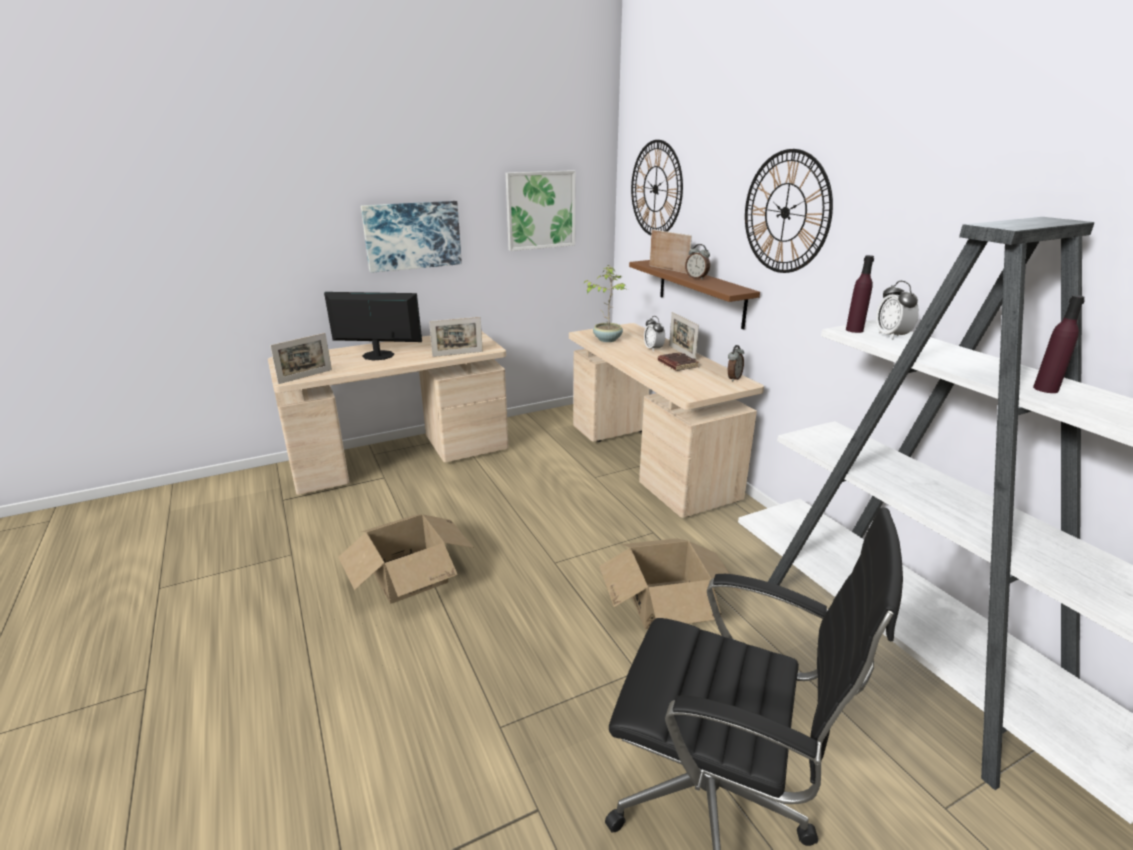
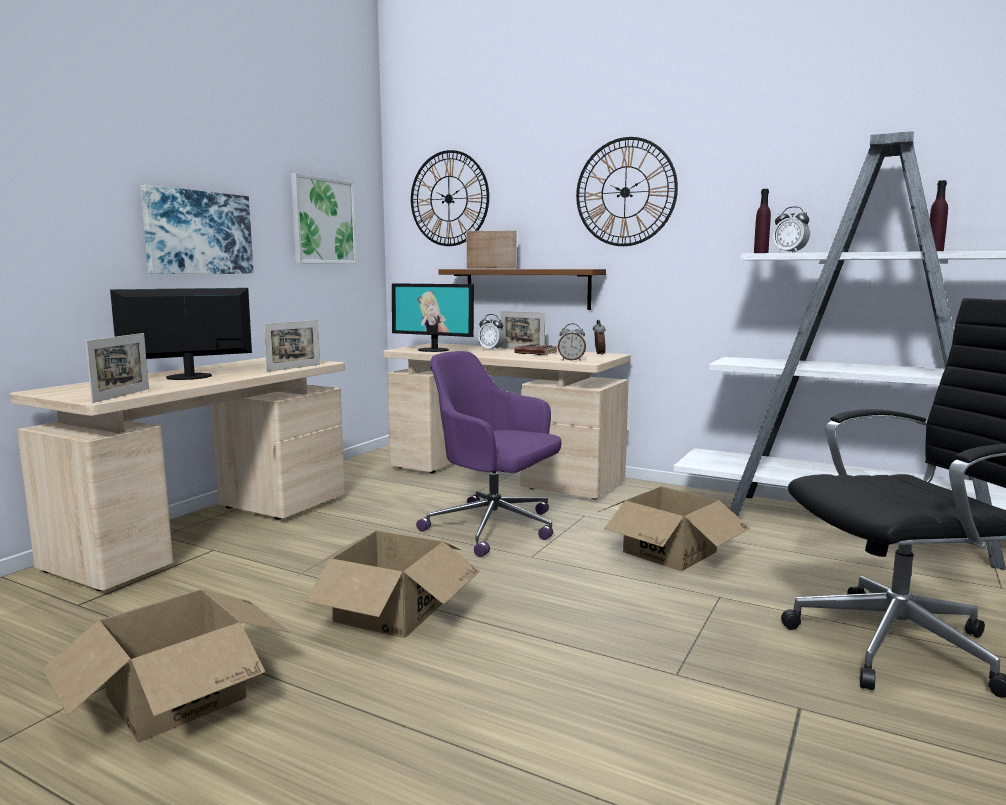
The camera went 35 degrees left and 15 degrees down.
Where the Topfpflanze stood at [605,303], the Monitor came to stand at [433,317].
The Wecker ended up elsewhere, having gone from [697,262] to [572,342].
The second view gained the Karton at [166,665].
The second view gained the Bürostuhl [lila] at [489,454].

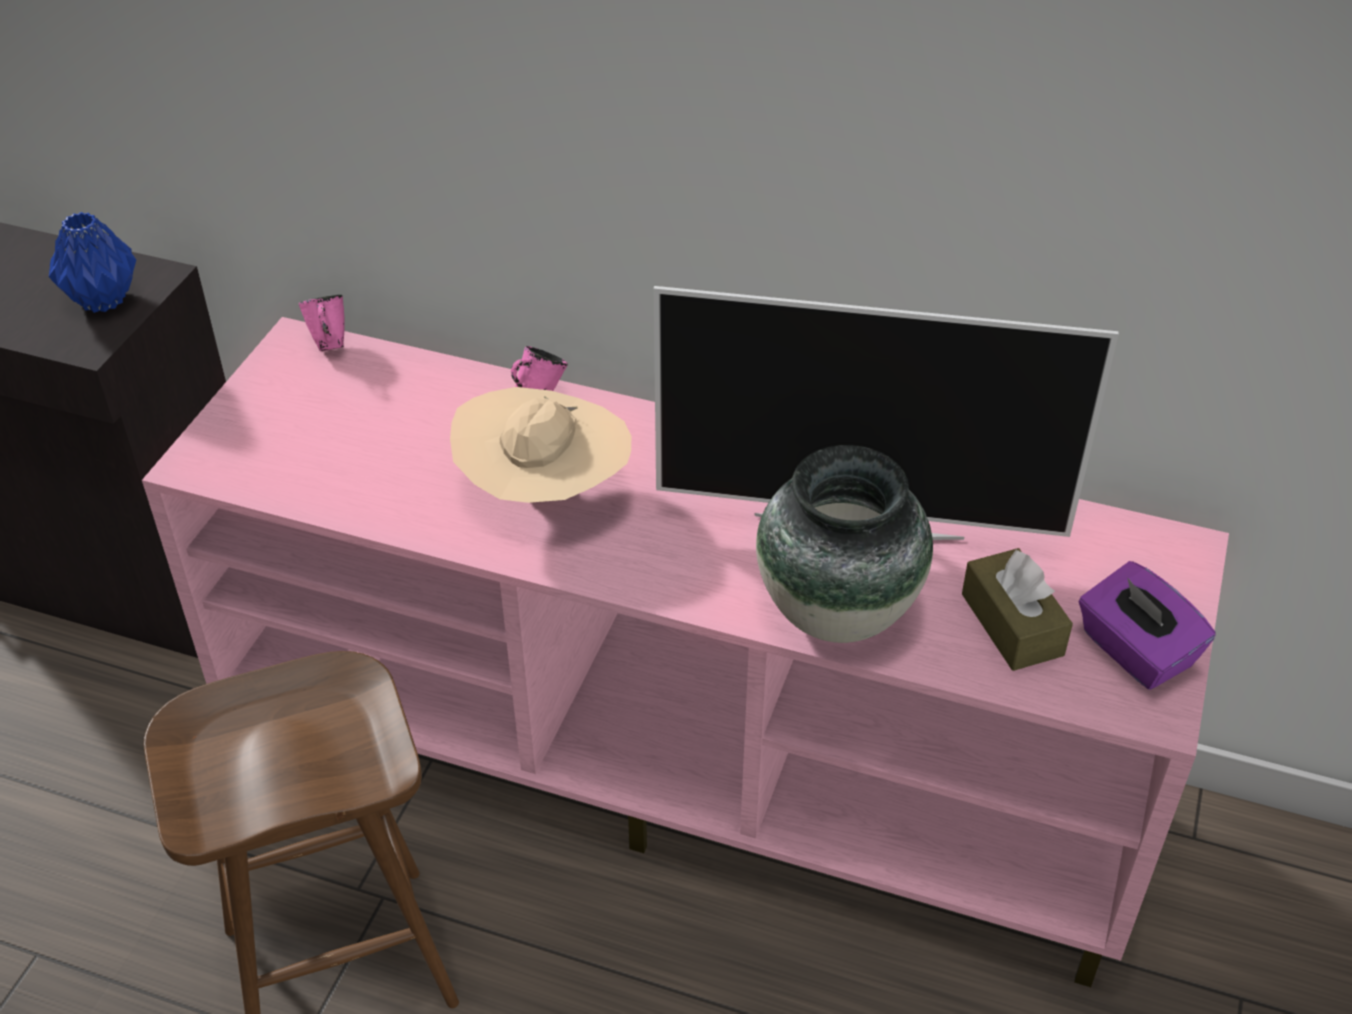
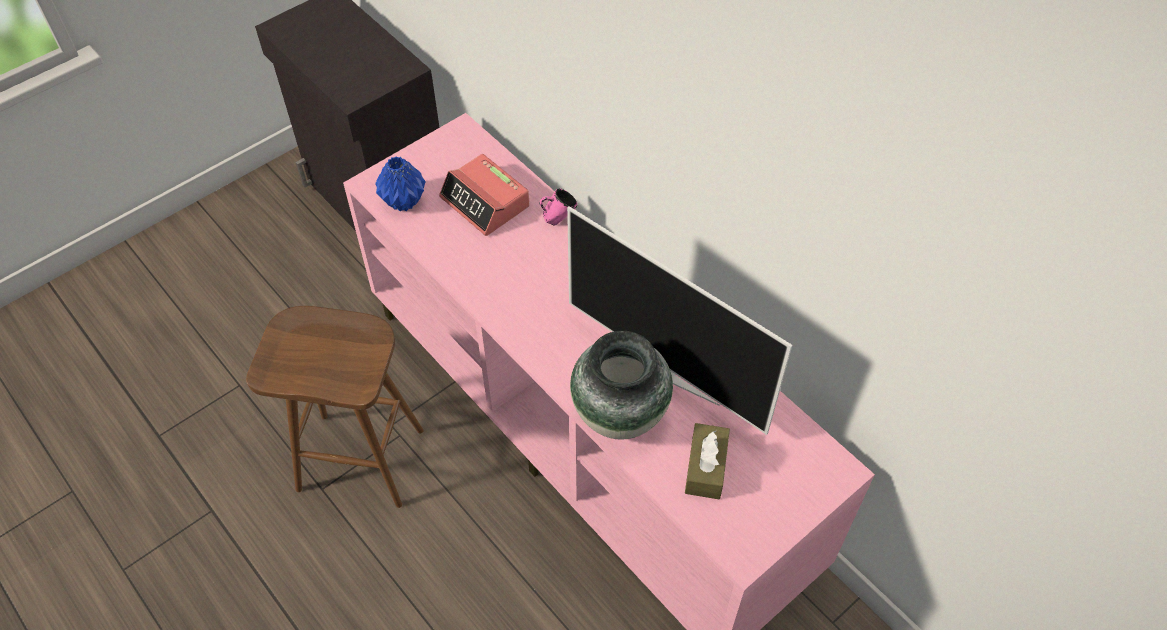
The camera went 30 degrees right and 10 degrees up.
The Vase [blau] ended up elsewhere, having gone from [92,262] to [400,183].
The second view lost the Henkelbecher [rosa] at [322,323].
The second view lost the Hut [beige] at [540,445].
The second view lost the Taschentuchbox [lila] at [1147,625].
The second view gained the Wecker at [484,195].

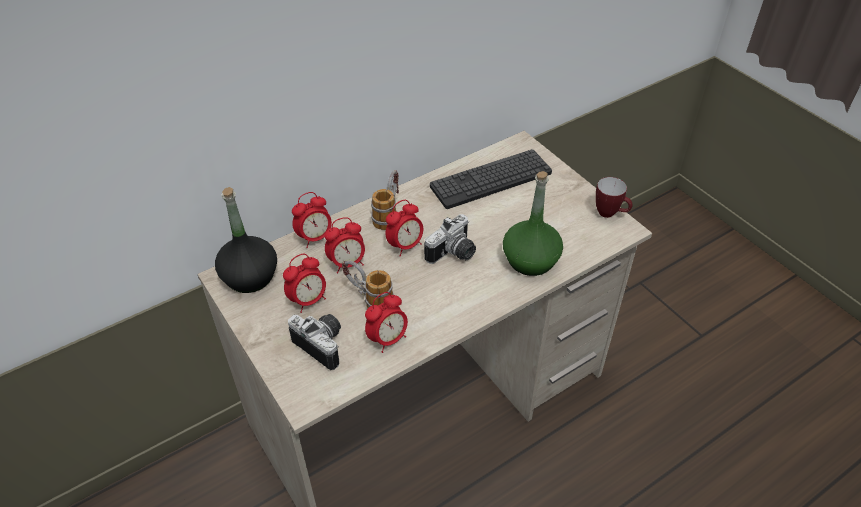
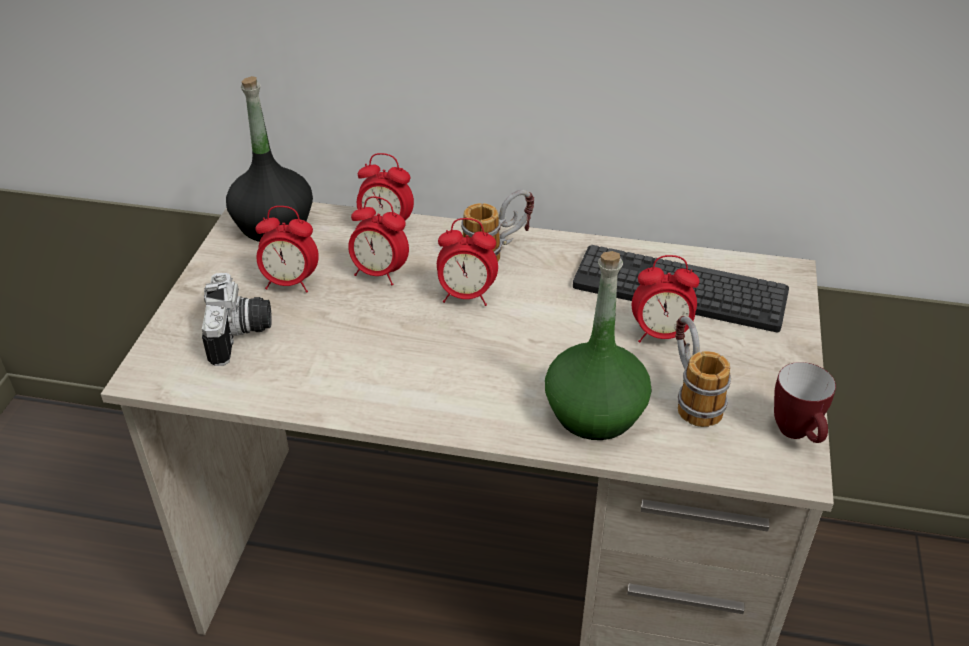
The camera went 45 degrees right and 5 degrees down.
The Henkelbecher ended up elsewhere, having gone from [368,284] to [703,371].
The Wecker ended up elsewhere, having gone from [386,322] to [666,299].
The second view lost the Kamera at [450,239].

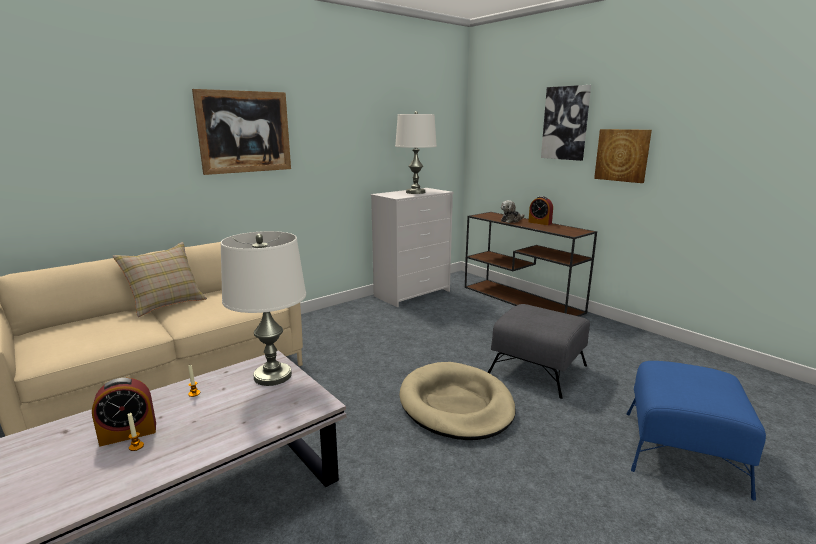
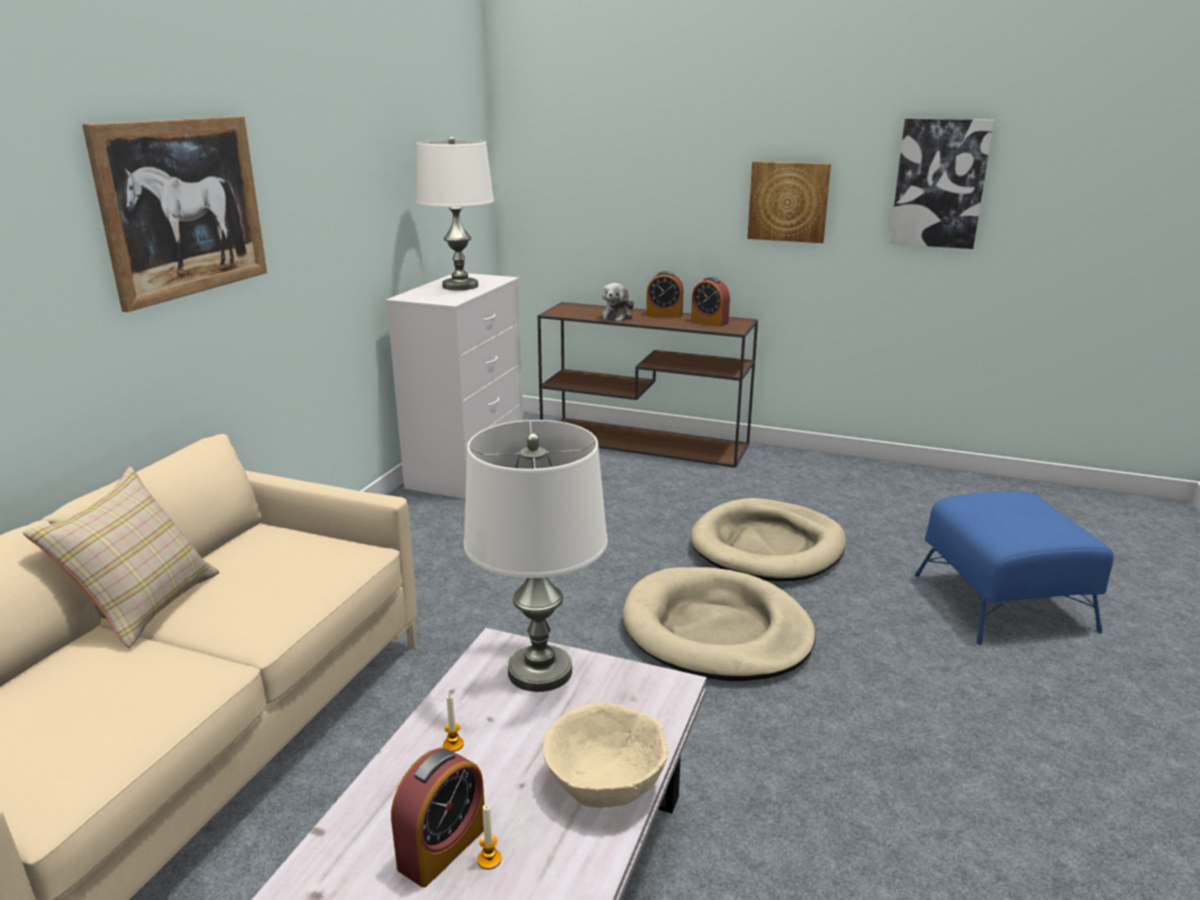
The camera went 30 degrees left and 5 degrees up.
Where the Polsterhocker [grau] stood at [539,351], the Hundebett [beige] came to stand at [768,540].
The Bild ended up elsewhere, having gone from [566,123] to [941,183].
The second view gained the Schüssel [beige] at [605,755].
The second view gained the Wecker at [710,302].

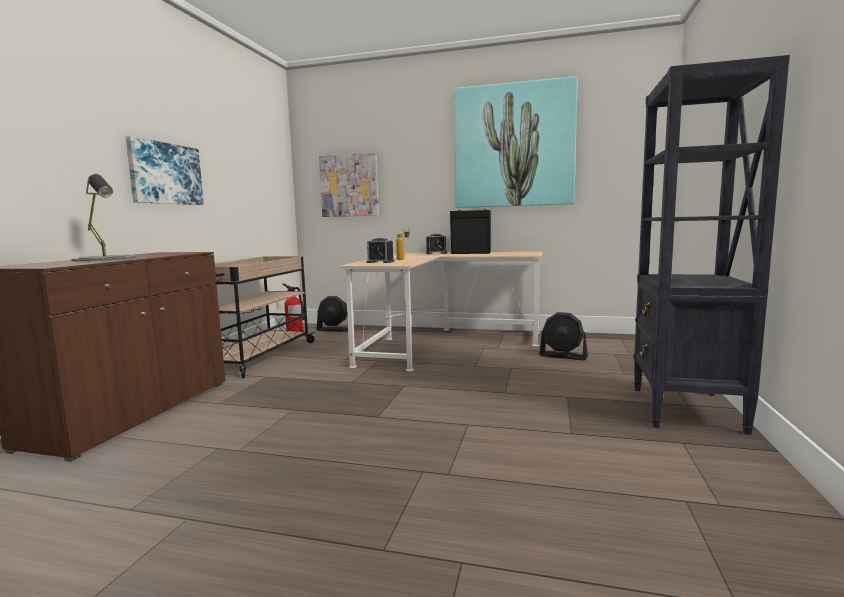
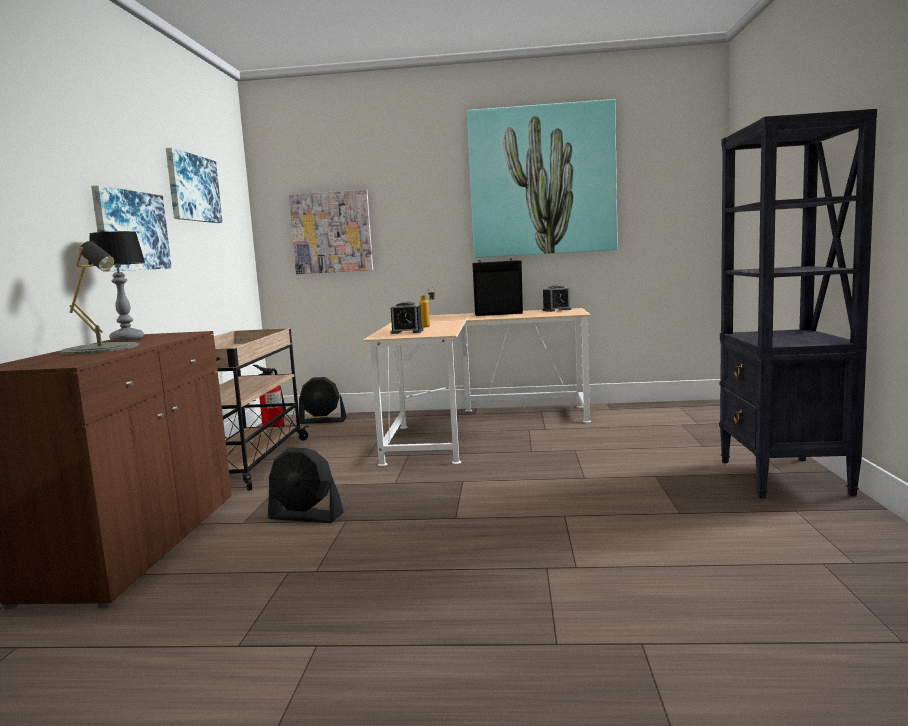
The camera went 10 degrees left and 0 degrees up.
The Wecker ended up elsewhere, having gone from [436,244] to [556,299].
The Ventilator [schwarz] ended up elsewhere, having gone from [563,336] to [305,485].
The second view gained the Tischlampe at [116,286].
The second view gained the Bild at [194,185].

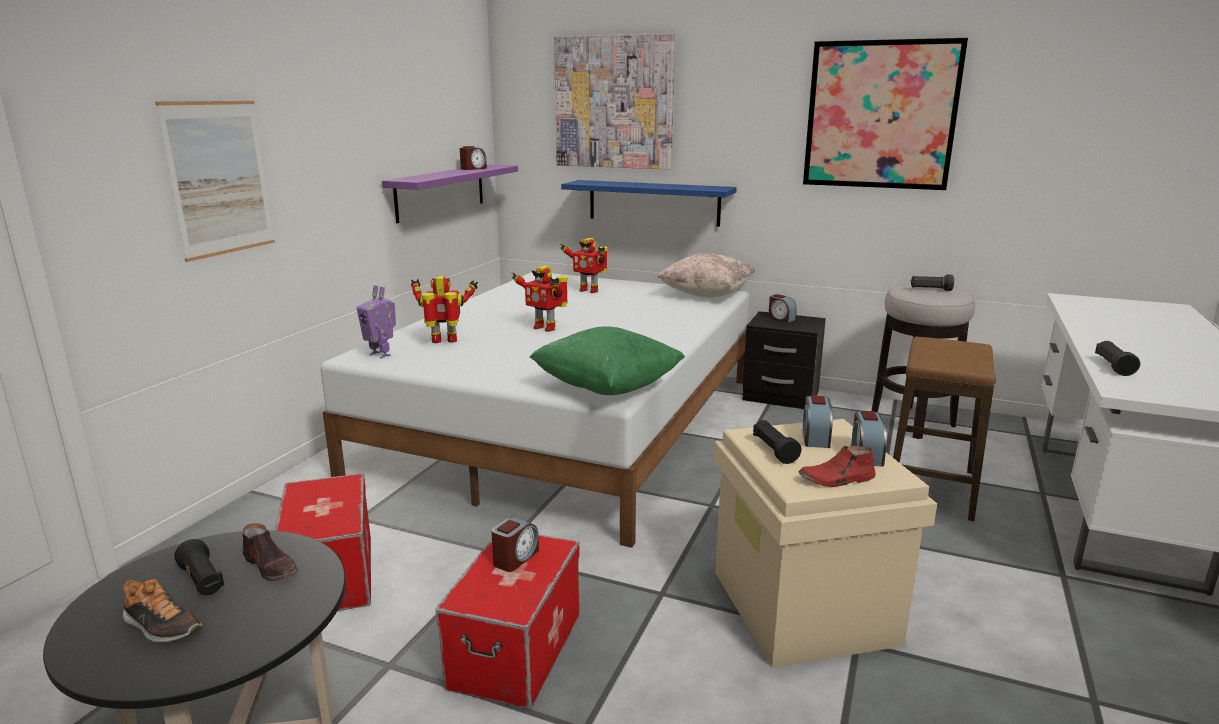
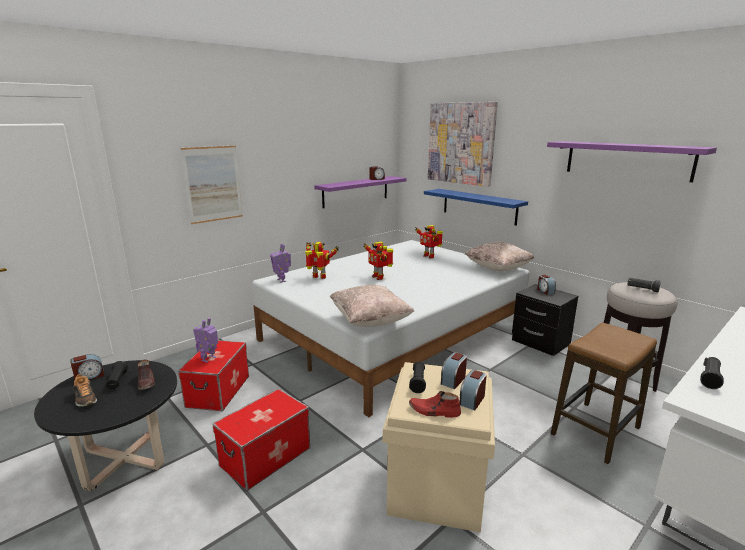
The camera went 25 degrees right and 0 degrees up.
The Wecker ended up elsewhere, having gone from [515,544] to [87,367].
What was the Kissen [grün] at [607,360] turned into the Kissen [beige] at [372,306].
Where the Bild hung at [885,114], the Wandregal [lila] came to hang at [632,162].
The second view gained the Spielzeugroboter at [205,340].

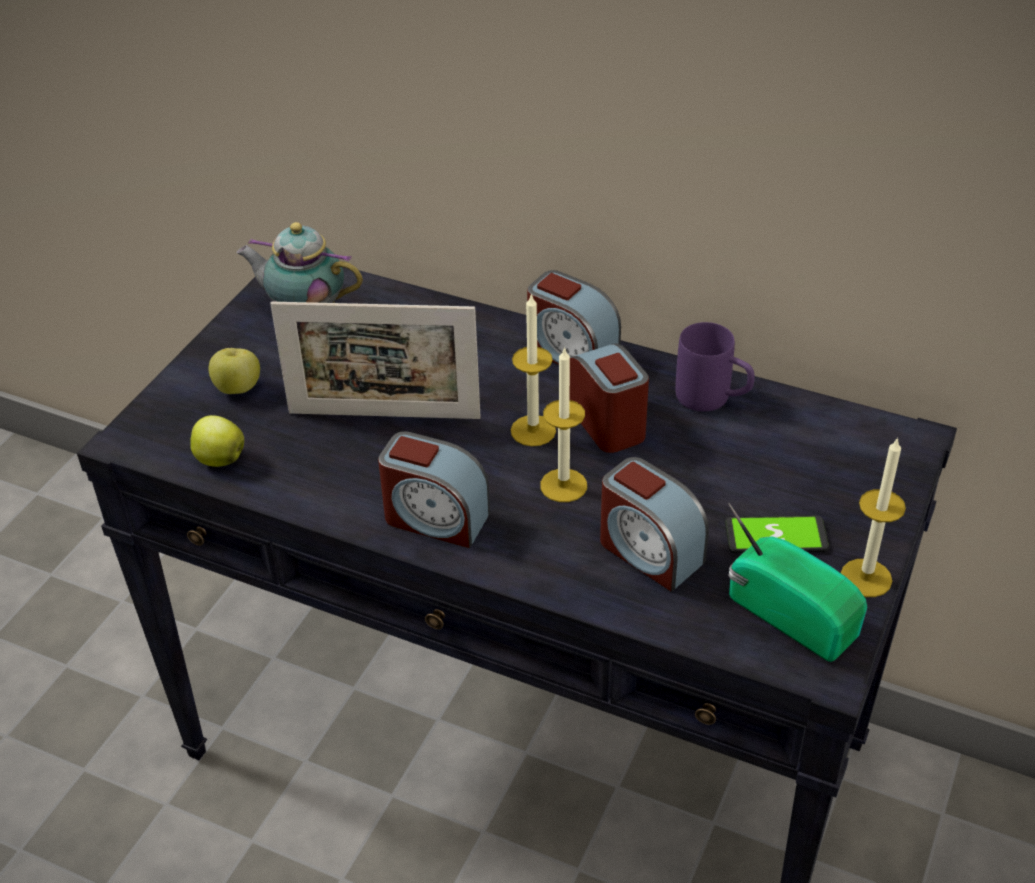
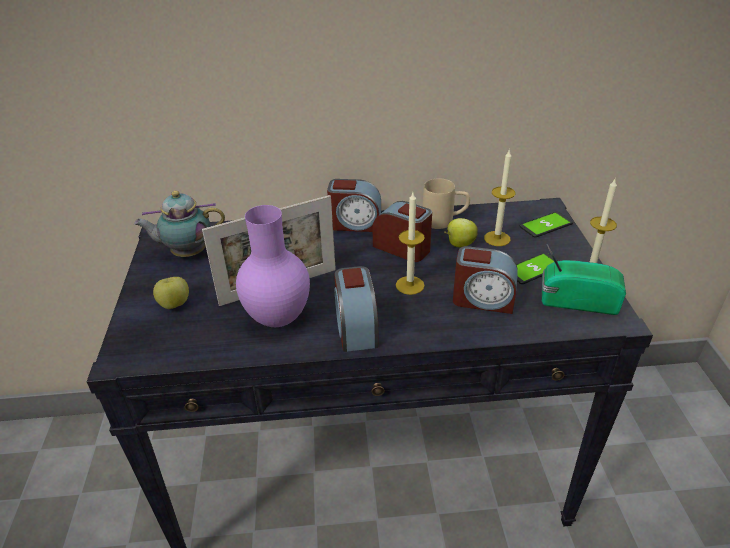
The camera went 30 degrees left and 5 degrees down.
The Apfel ended up elsewhere, having gone from [217,441] to [461,232].
The Wecker at [434,489] ended up facing another way, 90 degrees clockwise from before.
The Kerze ended up elsewhere, having gone from [533,369] to [499,197].
What was the Henkelbecher [lila] at [715,367] turned into the Henkelbecher [beige] at [446,203].
The second view gained the Vase [lila] at [273,266].
The second view gained the Handy at [546,225].

